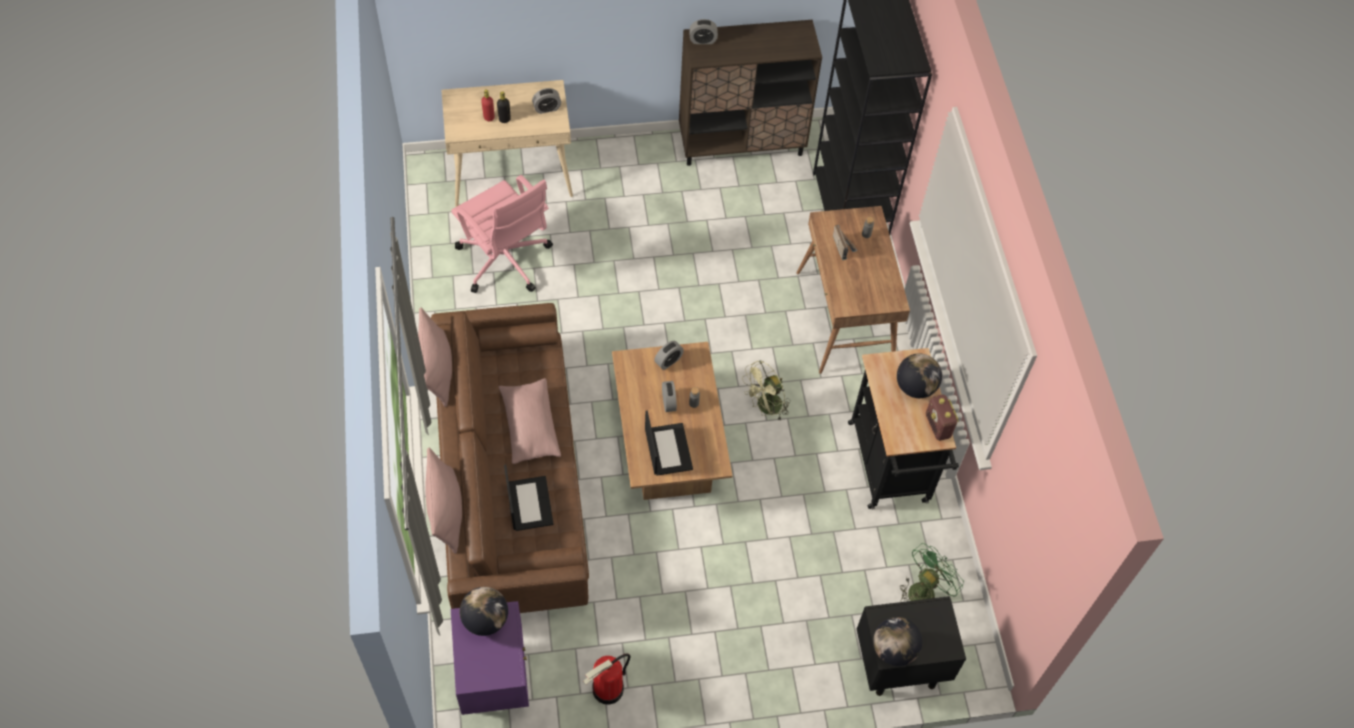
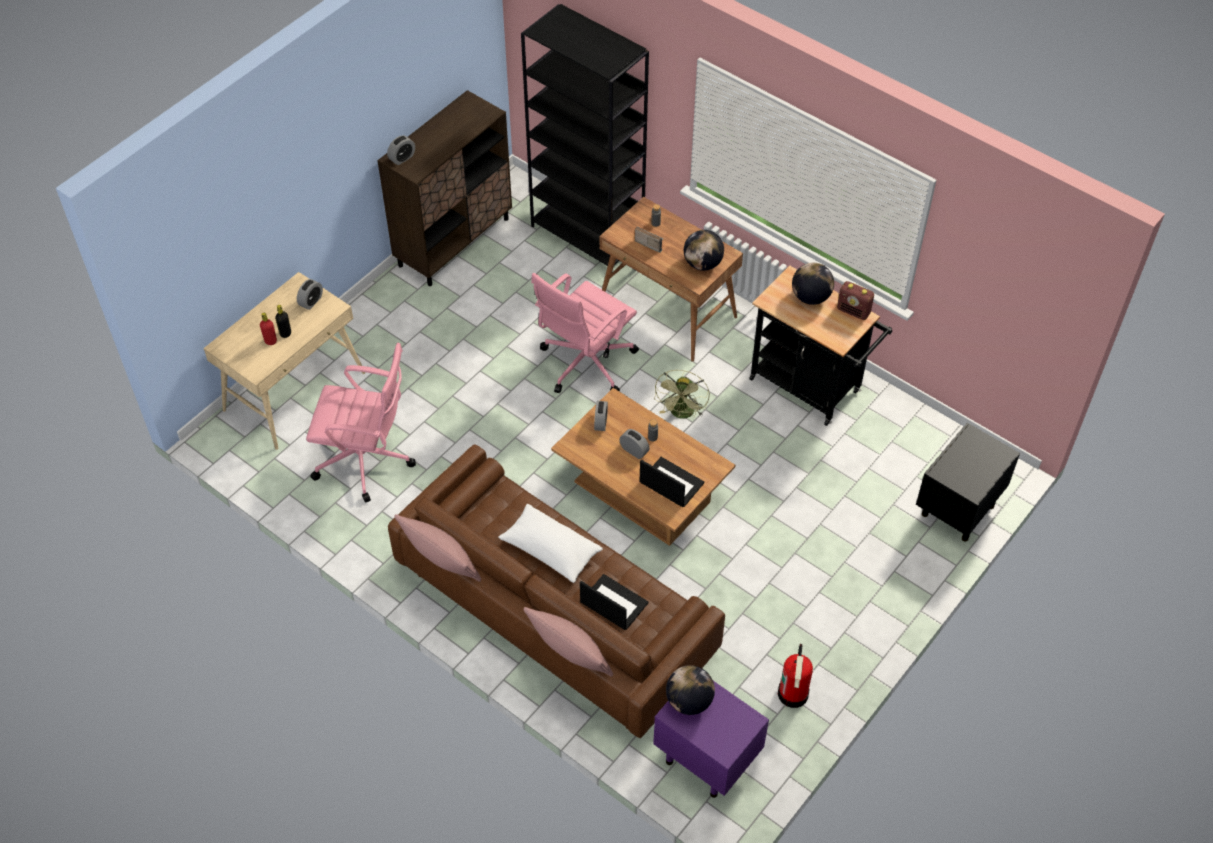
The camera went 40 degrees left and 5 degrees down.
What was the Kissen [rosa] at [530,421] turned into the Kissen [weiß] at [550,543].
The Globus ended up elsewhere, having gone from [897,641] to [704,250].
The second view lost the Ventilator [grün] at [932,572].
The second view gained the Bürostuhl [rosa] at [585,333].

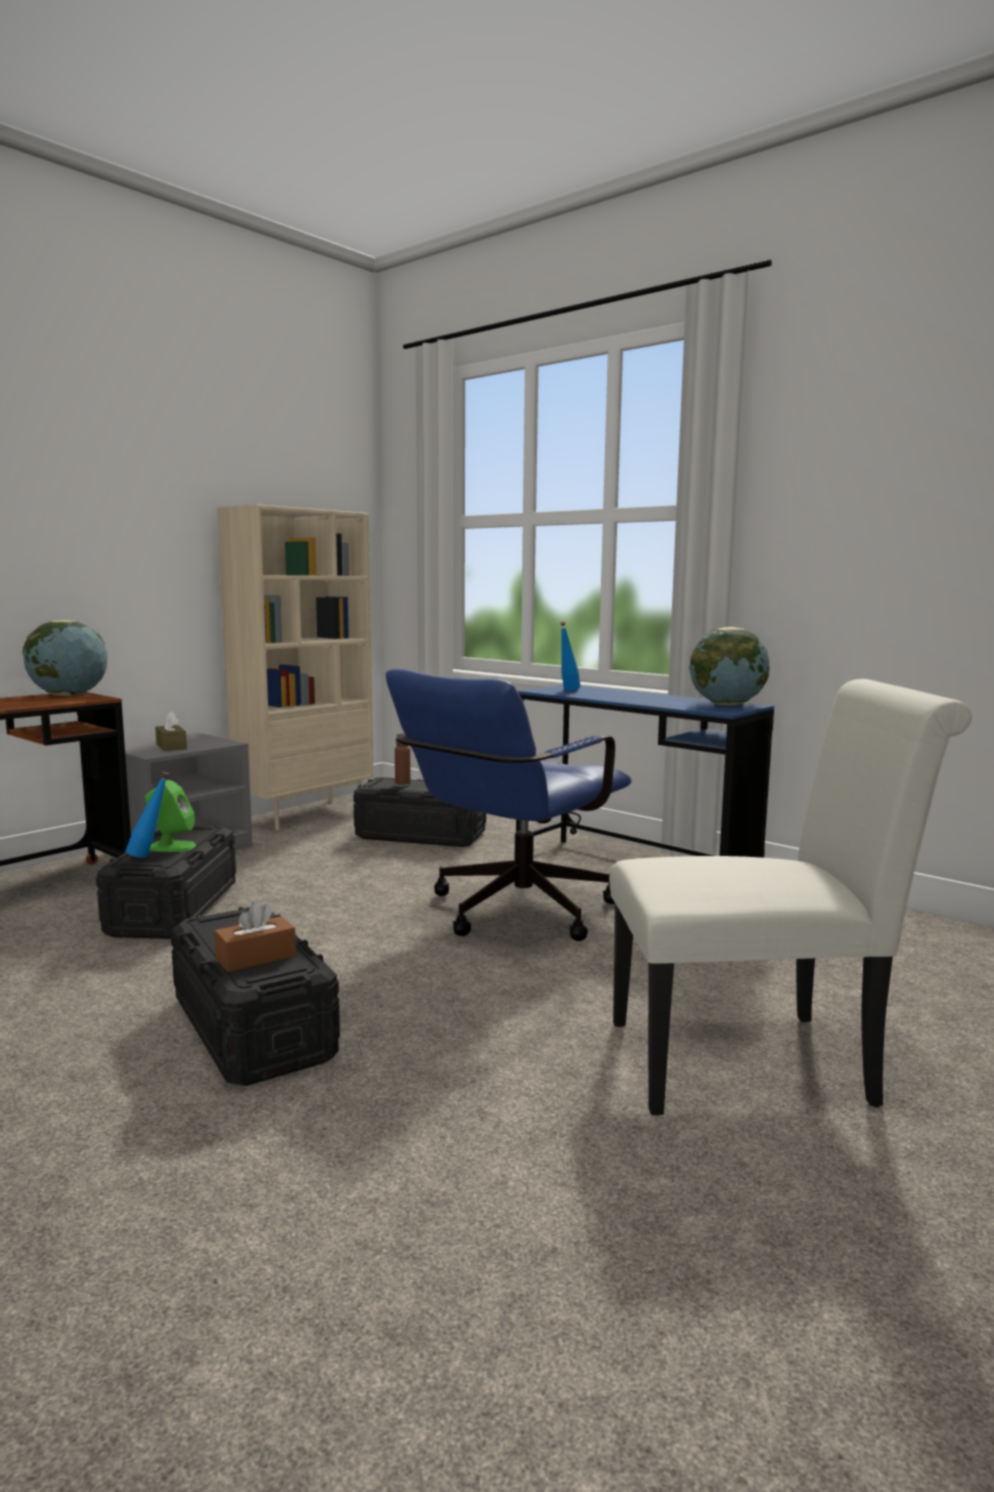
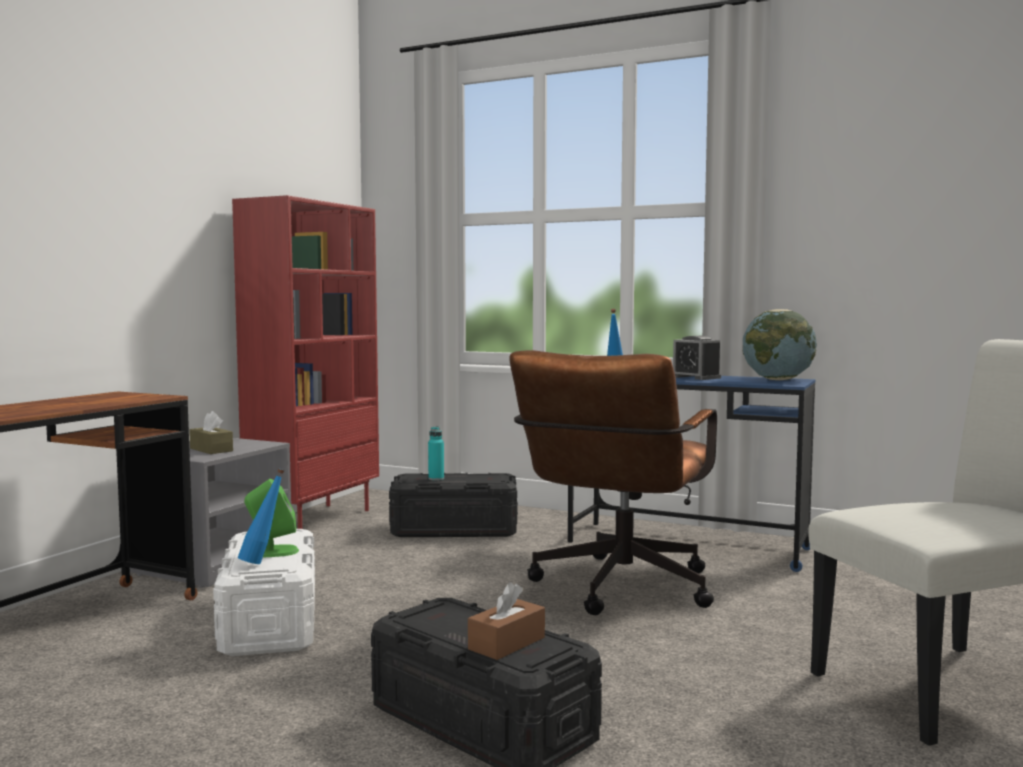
The camera went 15 degrees left and 5 degrees down.
The second view lost the Globus at [65,658].
What was the Aufbewahrungsbox [schwarz] at [166,882] turned into the Aufbewahrungsbox [weiß] at [264,592].
What was the Bücherregal [beige] at [295,667] turned into the Bücherregal [rot] at [305,362].
What was the Bürostuhl [blau] at [509,805] turned into the Bürostuhl [braun] at [613,482].
What was the Flasche [braun] at [403,760] turned into the Flasche [türkis] at [436,453].
The second view gained the Wecker at [697,358].

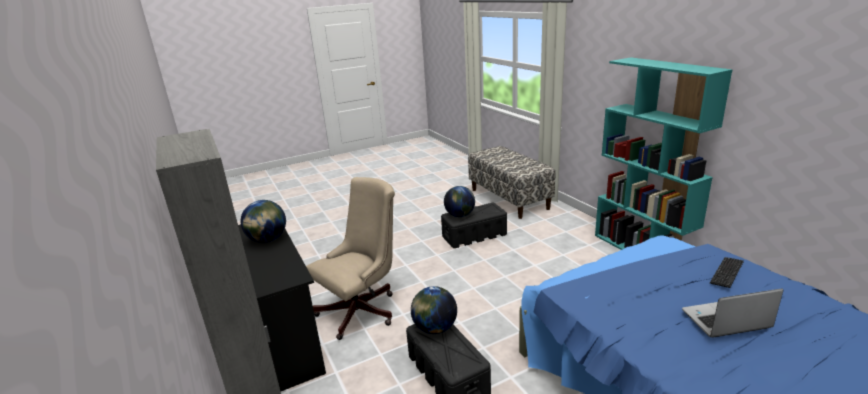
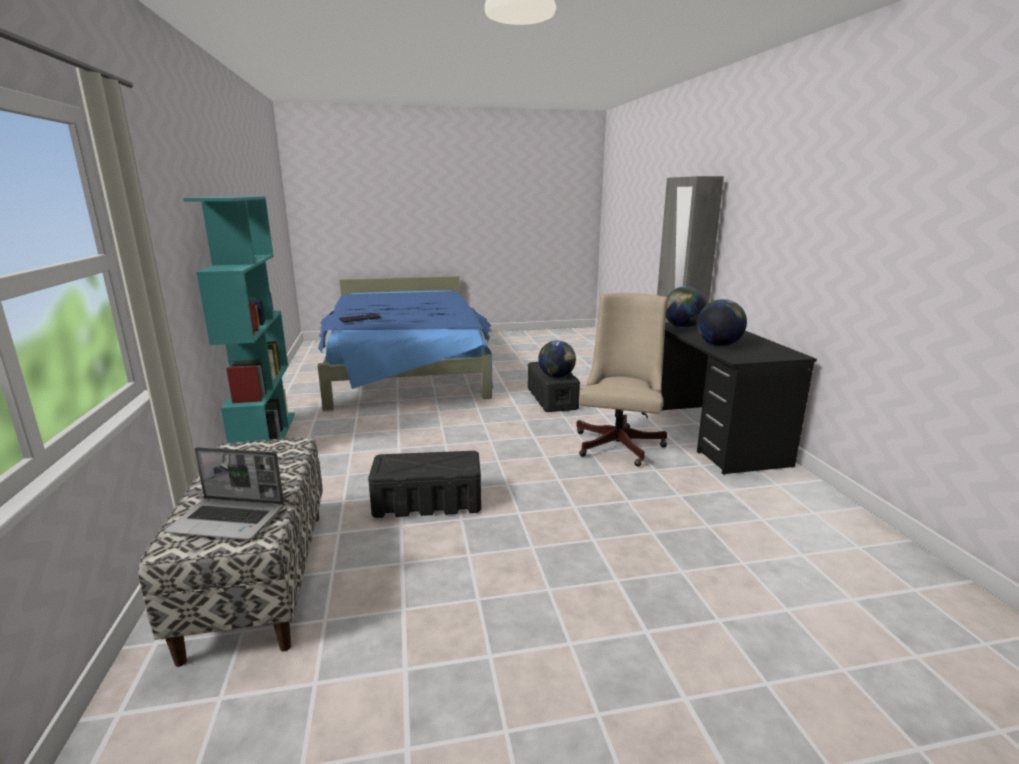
The camera went 165 degrees left and 5 degrees down.
The Bürostuhl [beige] at [350,258] ended up facing another way, 135 degrees clockwise from before.
The Globus ended up elsewhere, having gone from [459,201] to [686,307].
The Laptop ended up elsewhere, having gone from [732,313] to [224,493].

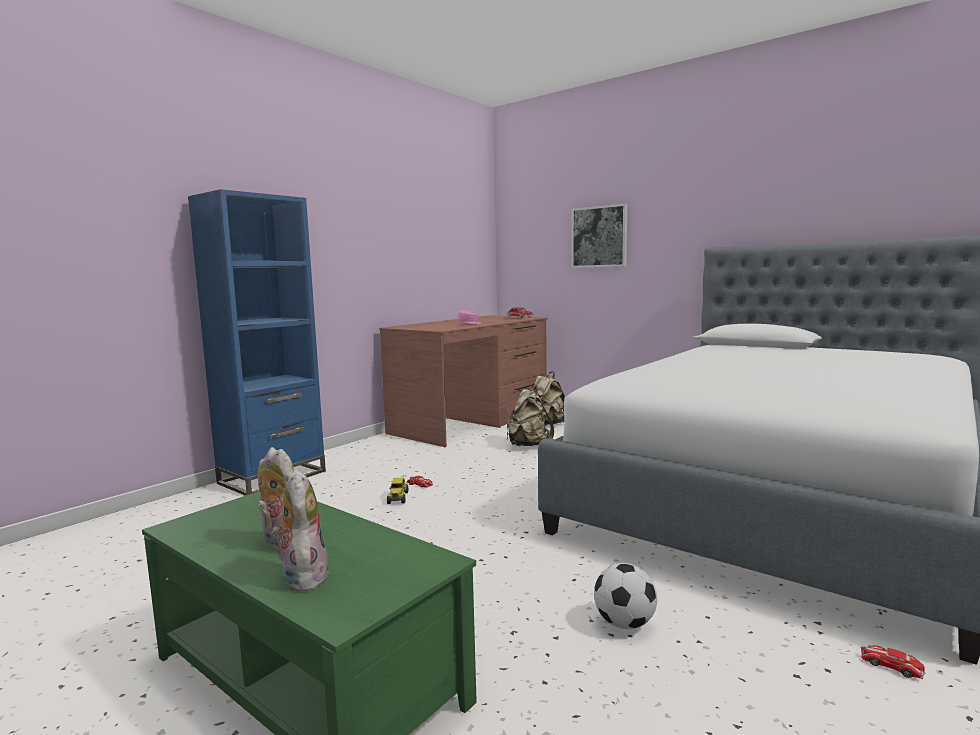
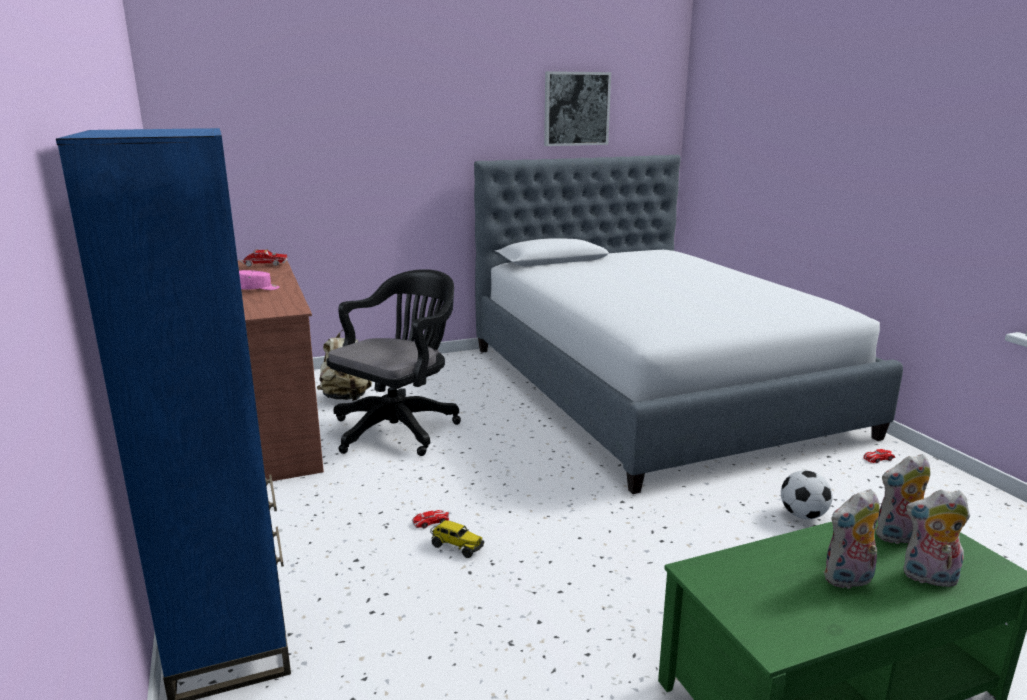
The camera went 60 degrees left and 10 degrees up.
Where the Rucksack [beige] stood at [530,416], the Bürostuhl [schwarz] came to stand at [394,362].
The Bild ended up elsewhere, having gone from [599,235] to [577,108].
The second view gained the Plüschtier at [903,499].

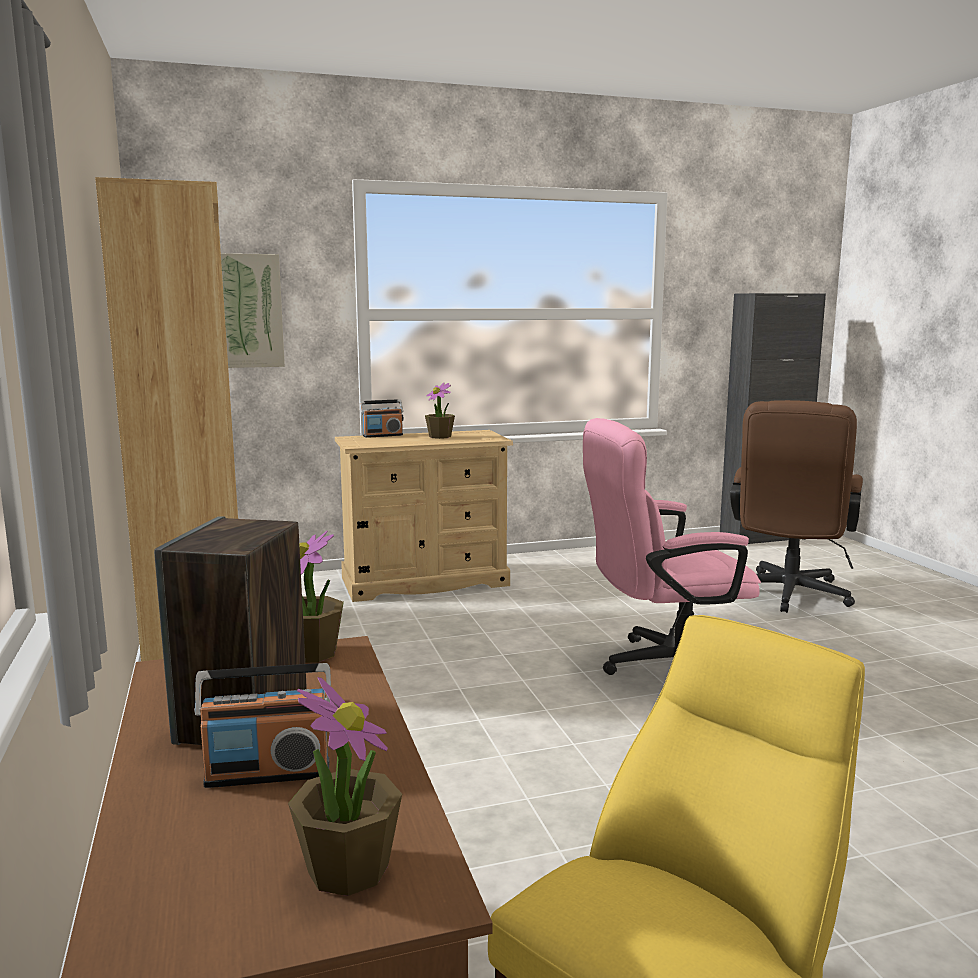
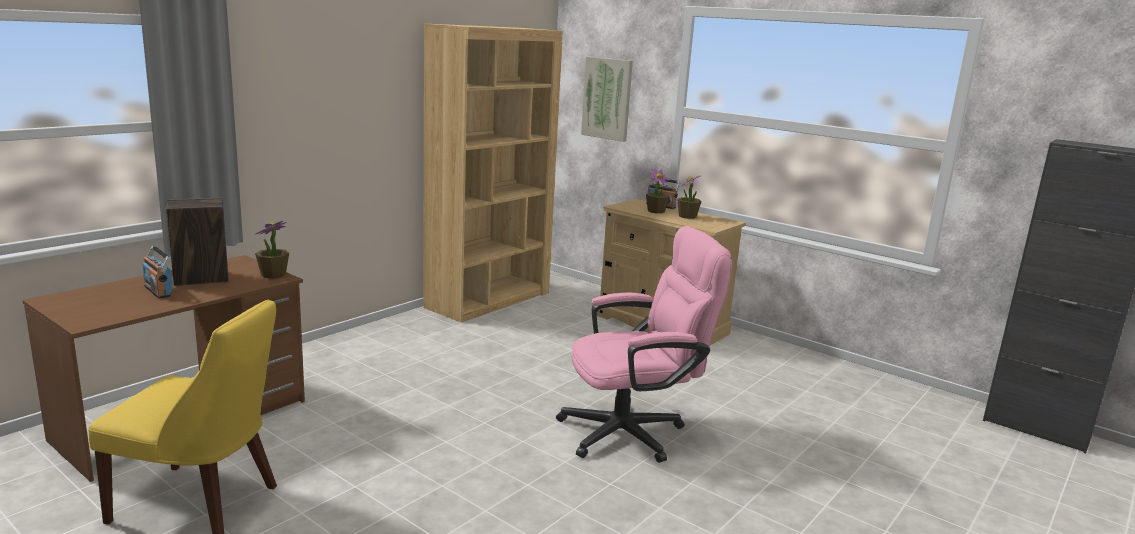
The camera went 55 degrees right and 5 degrees up.
The Topfpflanze ended up elsewhere, having gone from [345,786] to [658,191].
The Bürostuhl [rosa] at [672,546] ended up facing another way, 120 degrees clockwise from before.
The second view lost the Bürostuhl [braun] at [796,506].

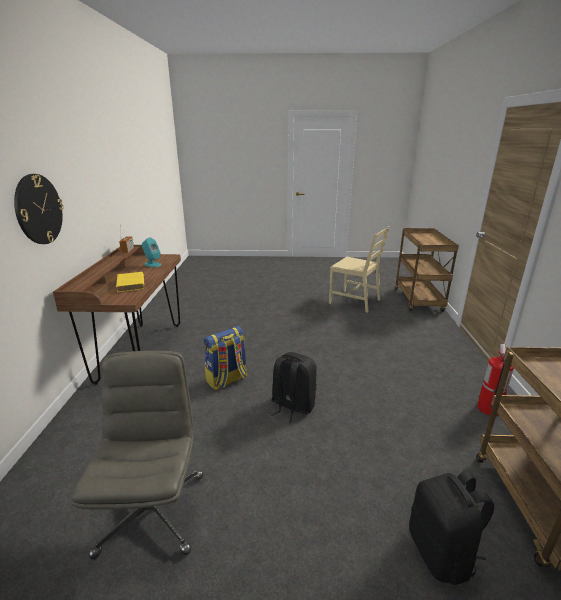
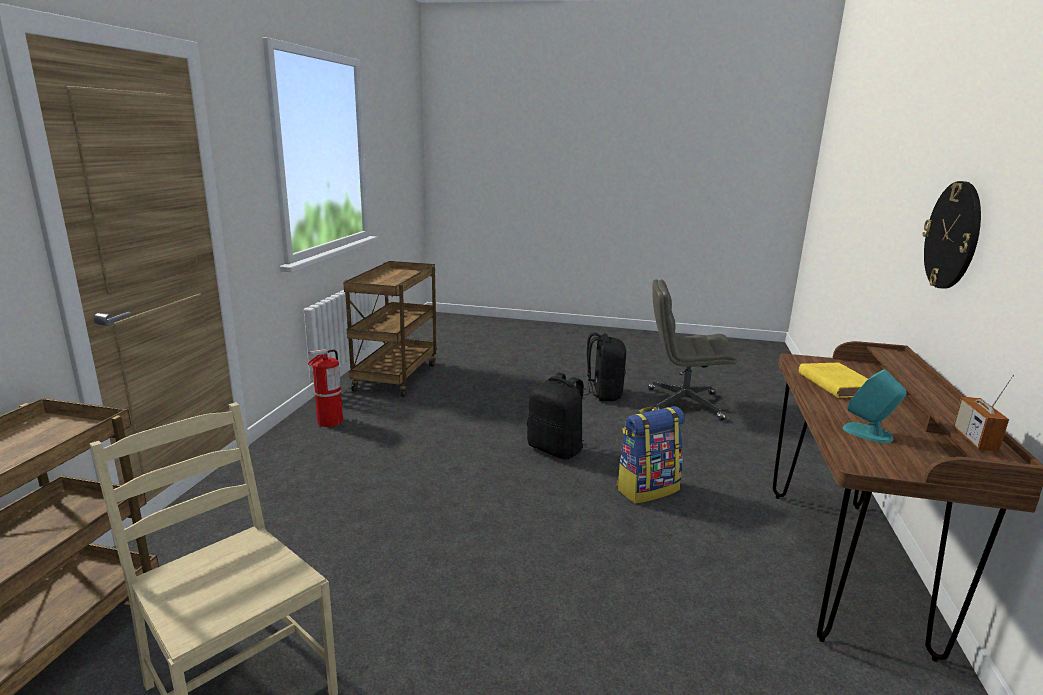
The camera went 170 degrees left and 5 degrees down.
The Bürostuhl [grau] at [137,455] ended up facing another way, 90 degrees clockwise from before.
The Rucksack [schwarz] ended up elsewhere, having gone from [451,528] to [604,366].

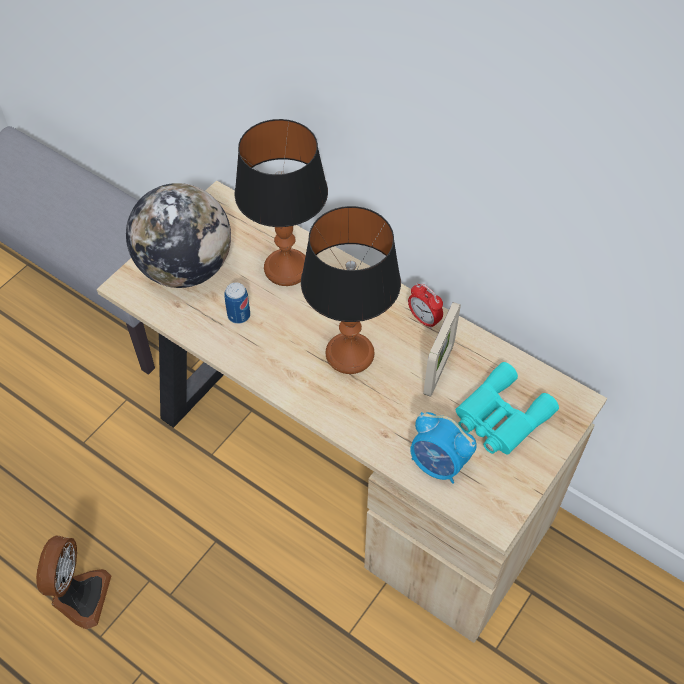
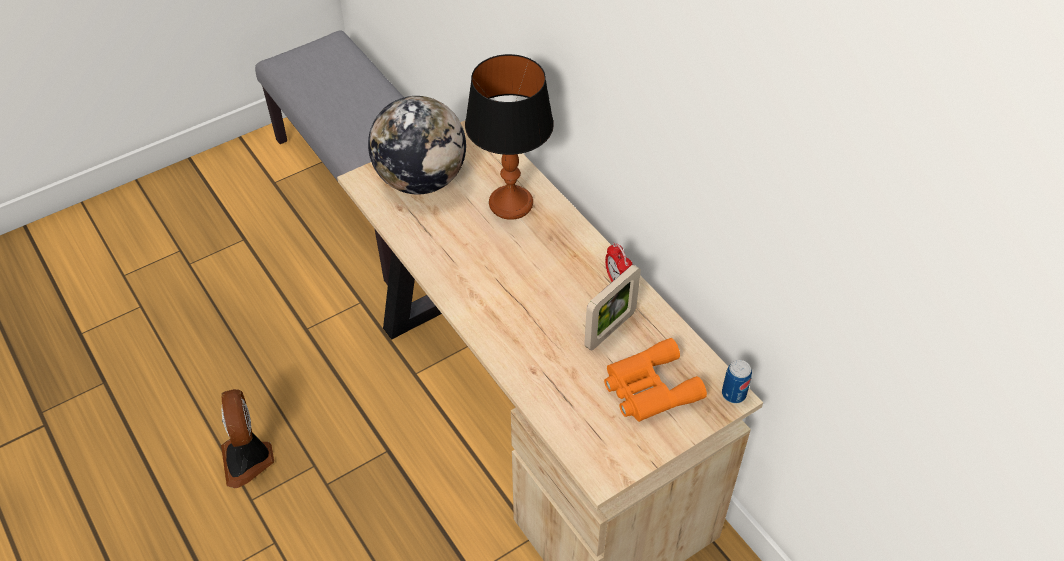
The camera went 20 degrees right and 5 degrees down.
The Ventilator at [74,582] ended up facing another way, 135 degrees clockwise from before.
The Dose ended up elsewhere, having gone from [237,303] to [737,381].
The second view lost the Tischlampe at [351,290].
The second view lost the Wecker at [443,448].
What was the Fernglas [türkis] at [507,408] turned into the Fernglas [orange] at [655,380].

